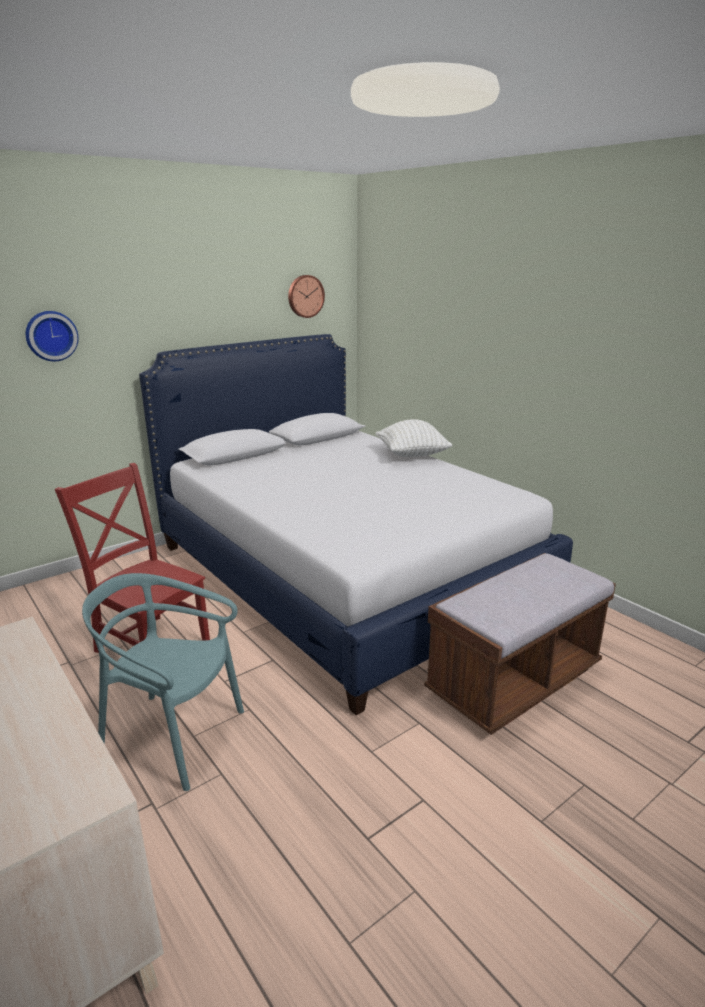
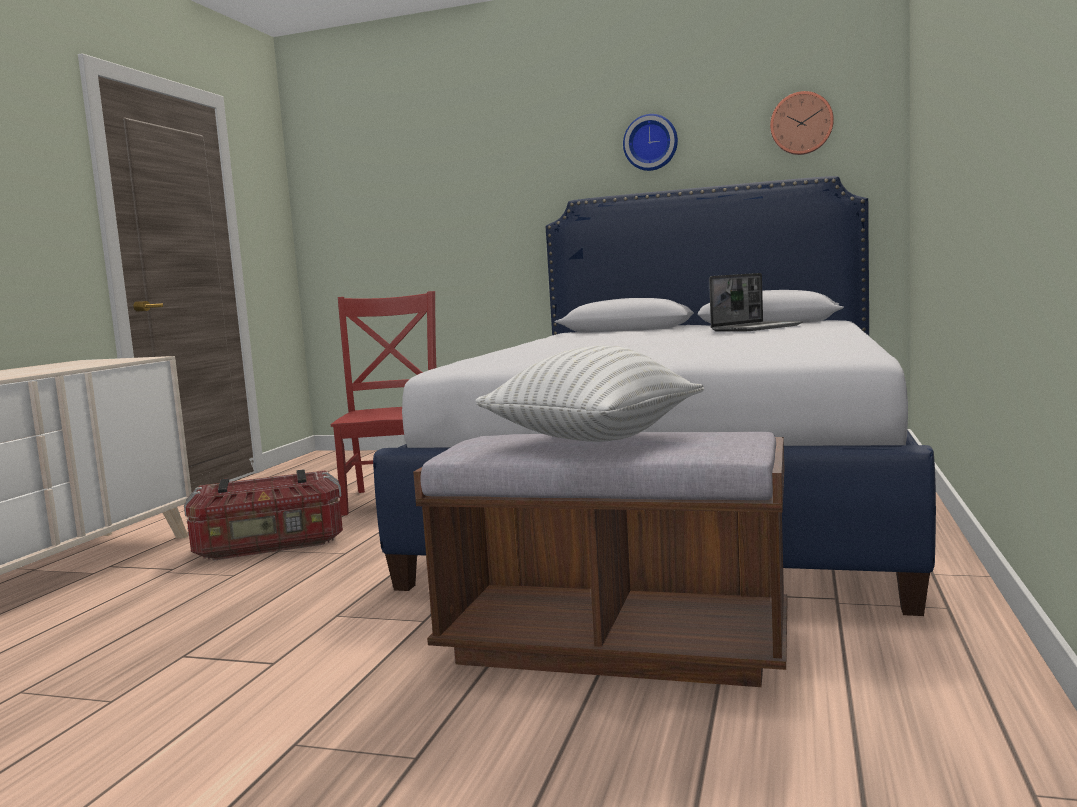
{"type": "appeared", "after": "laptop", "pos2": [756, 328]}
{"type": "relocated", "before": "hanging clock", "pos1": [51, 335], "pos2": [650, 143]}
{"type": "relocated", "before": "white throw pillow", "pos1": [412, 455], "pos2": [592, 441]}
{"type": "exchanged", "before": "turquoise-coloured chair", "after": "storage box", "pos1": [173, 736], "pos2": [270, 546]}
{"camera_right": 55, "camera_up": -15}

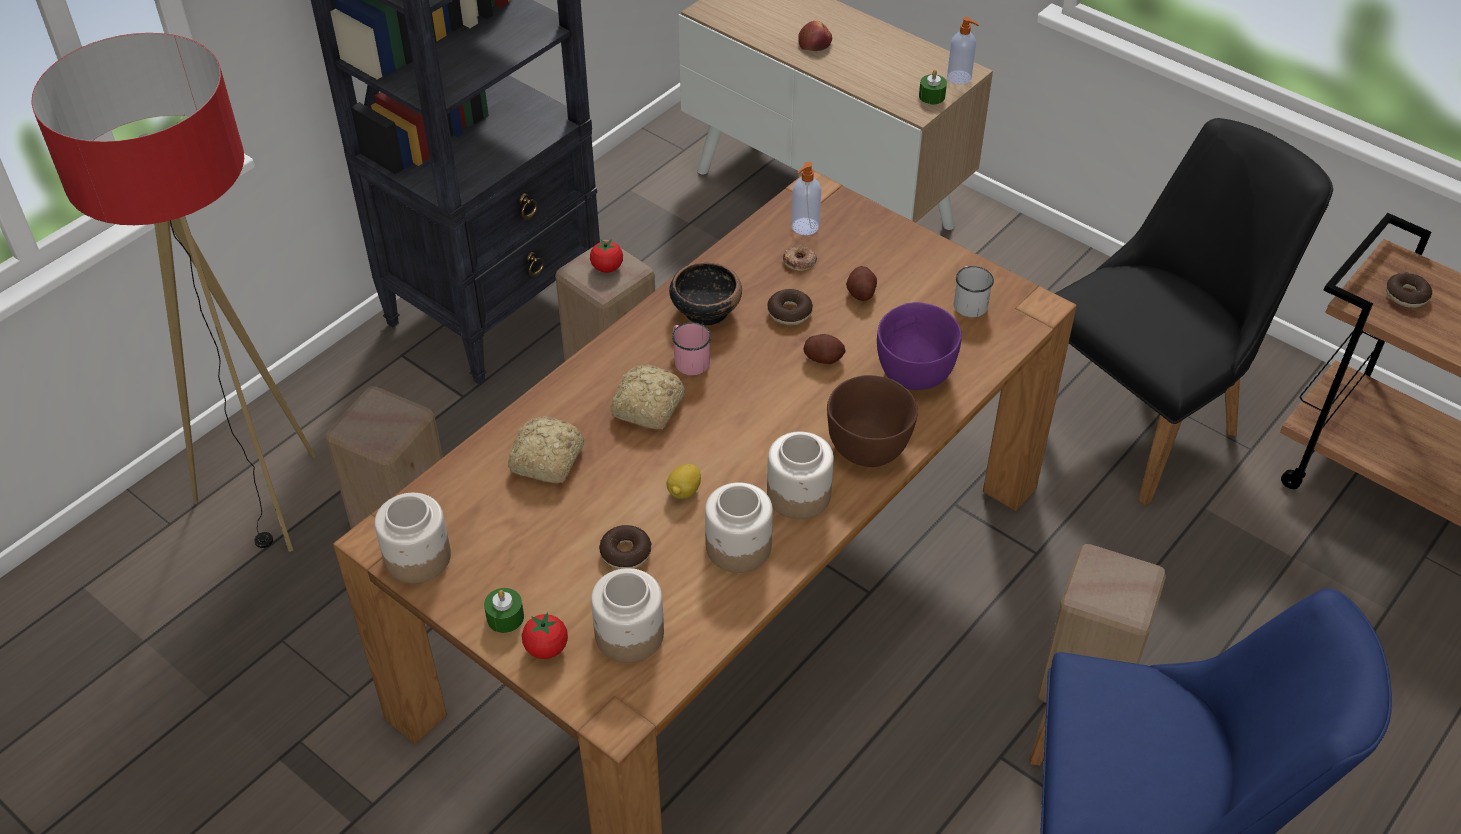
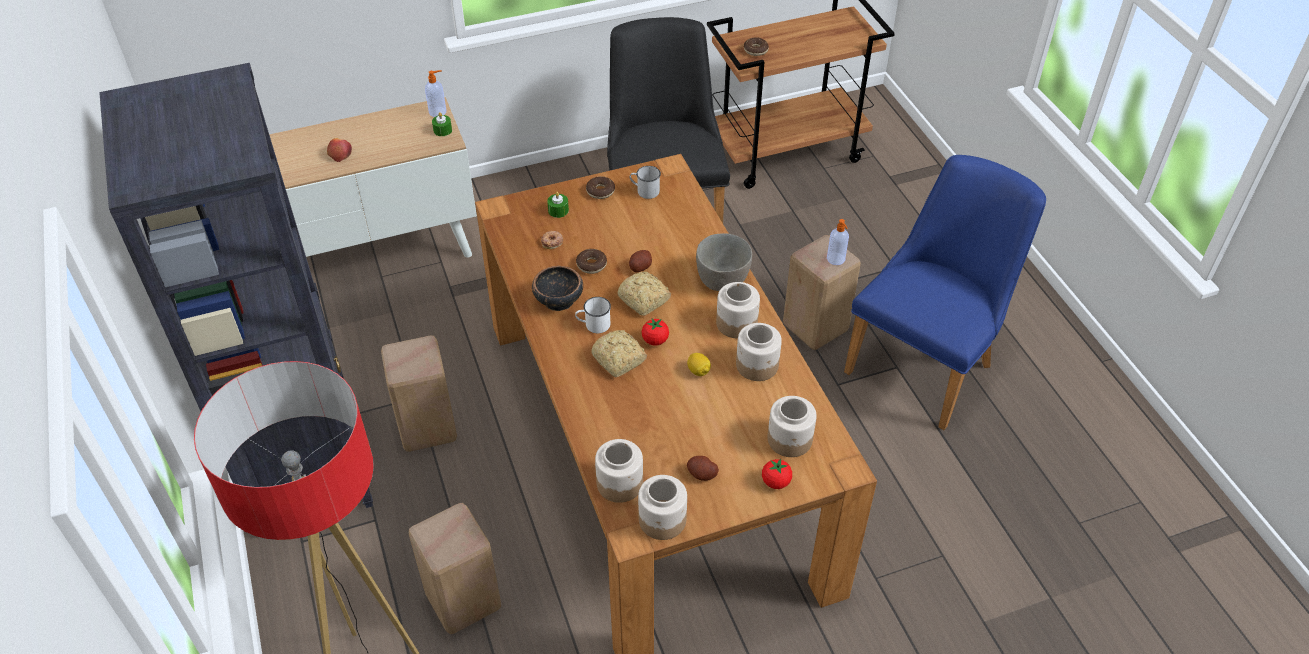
{"type": "missing", "before": "purple-coloured bowl", "pos1": [913, 373]}
{"type": "appeared", "after": "storage jar", "pos2": [620, 483]}
{"type": "relocated", "before": "greenish wax light", "pos1": [505, 617], "pos2": [558, 210]}
{"type": "relocated", "before": "baked bread", "pos1": [545, 461], "pos2": [644, 300]}
{"type": "relocated", "before": "tomato", "pos1": [607, 268], "pos2": [655, 340]}
{"type": "relocated", "before": "doughnut", "pos1": [625, 553], "pos2": [600, 191]}
{"type": "relocated", "before": "soap bottle", "pos1": [804, 227], "pos2": [836, 259]}
{"type": "relocated", "before": "whole potato", "pos1": [861, 293], "pos2": [702, 474]}
{"type": "colour", "before": "pink tea mug", "after": "white tea mug", "pos1": [688, 359], "pos2": [593, 325]}
{"type": "colour", "before": "brown bowl", "after": "greyish bowl", "pos1": [869, 448], "pos2": [723, 280]}
{"camera_right": -60, "camera_up": 0}

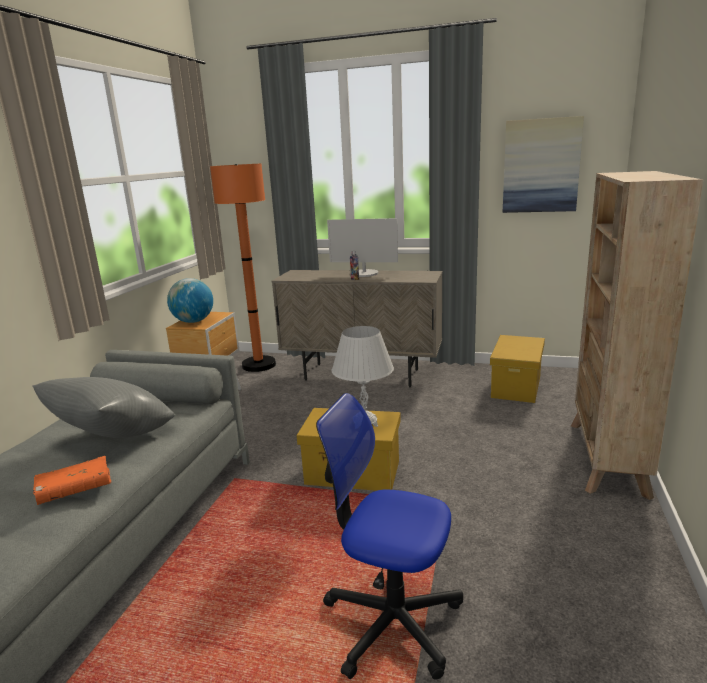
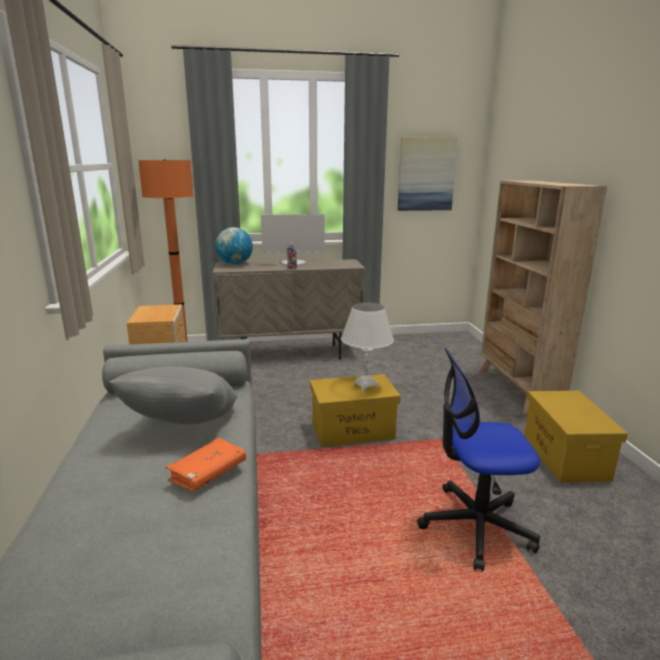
{"type": "relocated", "before": "desk globe", "pos1": [193, 321], "pos2": [235, 264]}
{"type": "relocated", "before": "yellow storage box", "pos1": [516, 387], "pos2": [566, 457]}
{"camera_right": -25, "camera_up": 0}

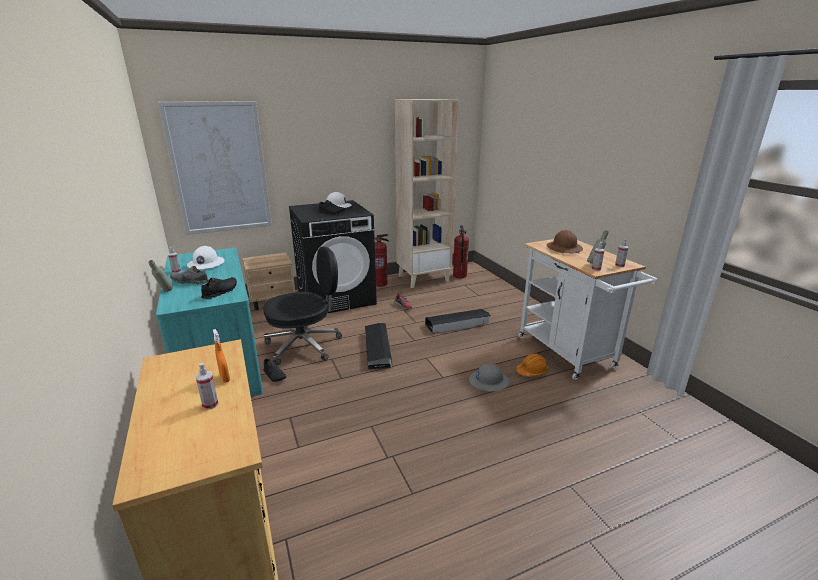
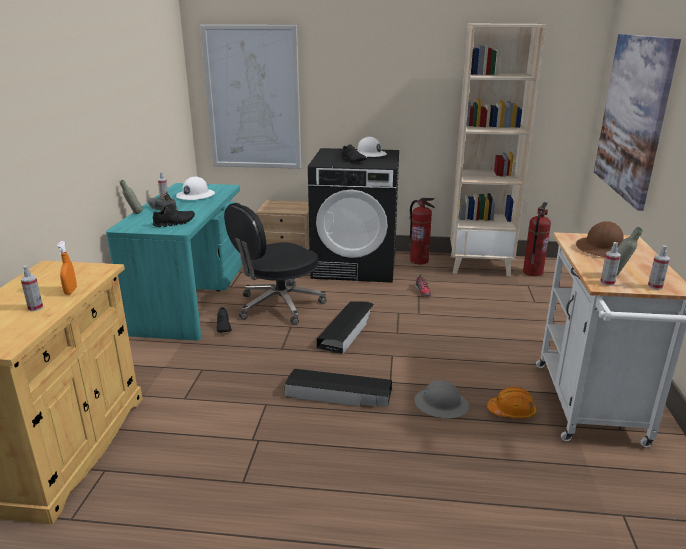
{"type": "appeared", "after": "picture", "pos2": [633, 116]}
{"type": "relocated", "before": "black storage box", "pos1": [458, 324], "pos2": [339, 394]}
{"type": "spun", "before": "black computer chair", "pos1": [305, 345], "pos2": [278, 306], "turn": 135}
{"camera_right": 30, "camera_up": 0}

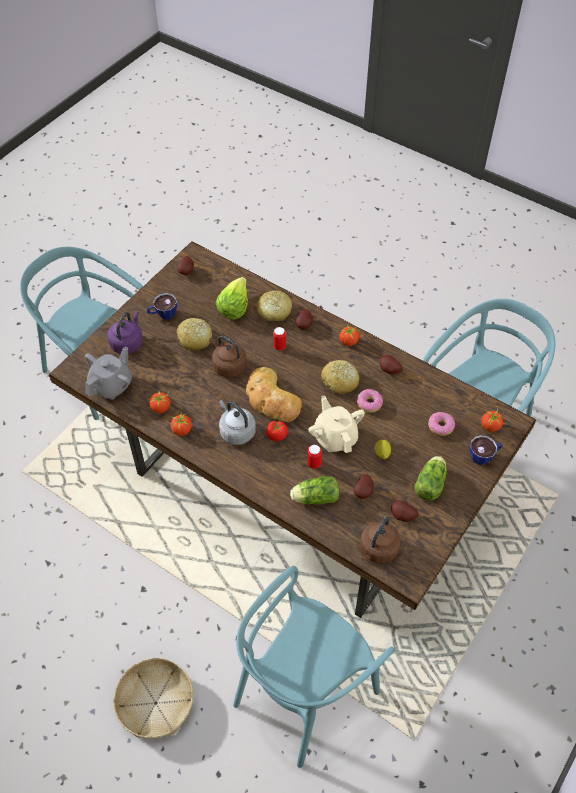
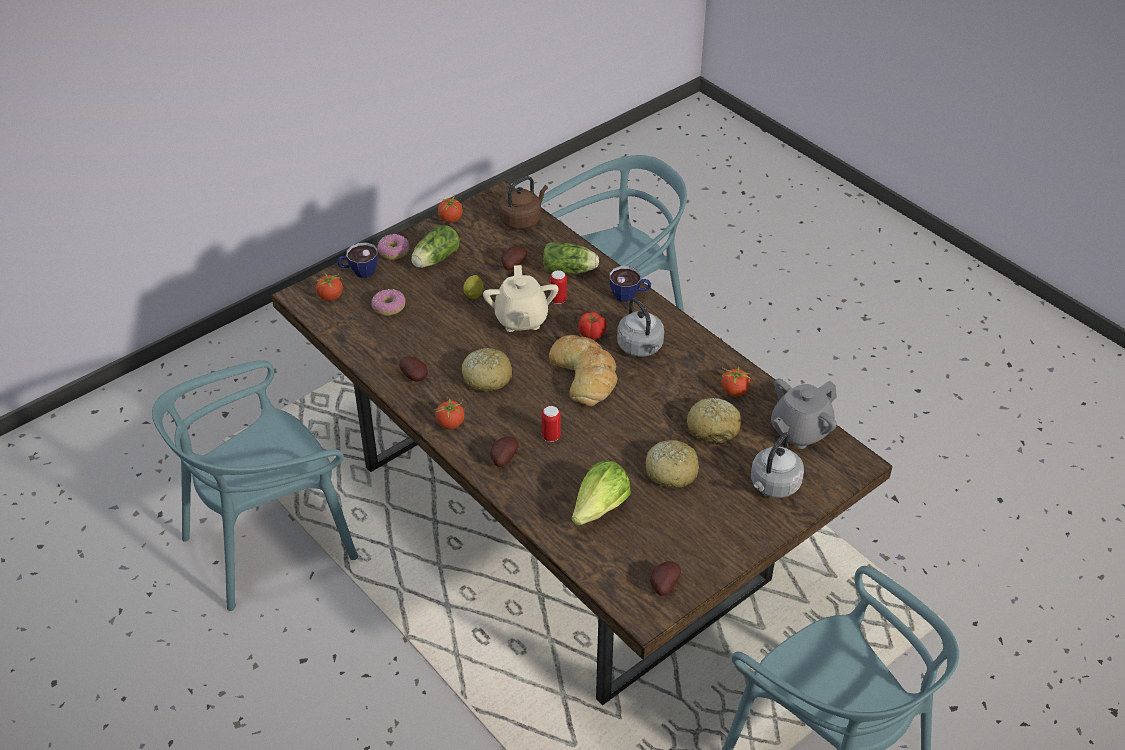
{"type": "missing", "before": "storage basket", "pos1": [155, 703]}
{"type": "missing", "before": "brown tea kettle", "pos1": [228, 366]}
{"type": "missing", "before": "whole potato", "pos1": [402, 516]}
{"type": "relocated", "before": "drinking cup", "pos1": [163, 314], "pos2": [629, 295]}
{"type": "relocated", "before": "tomato", "pos1": [182, 430], "pos2": [450, 219]}
{"type": "relocated", "before": "baked bread", "pos1": [274, 311], "pos2": [713, 428]}
{"type": "relocated", "before": "doughnut", "pos1": [369, 404], "pos2": [393, 251]}
{"type": "colour", "before": "purple-coloured tea kettle", "after": "greyish tea kettle", "pos1": [127, 342], "pos2": [773, 486]}
{"camera_right": -165, "camera_up": -10}

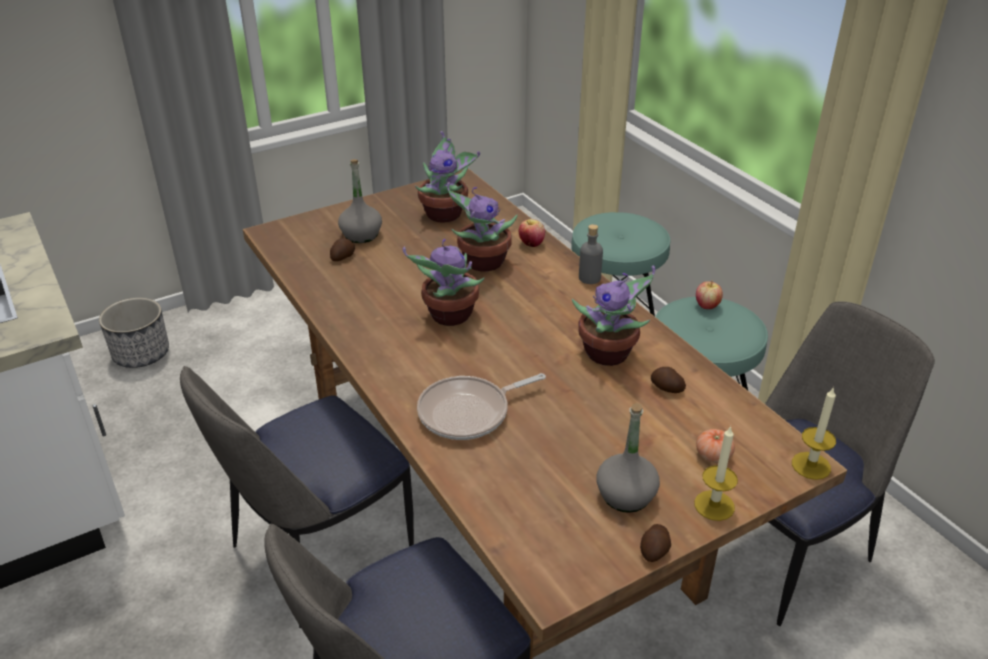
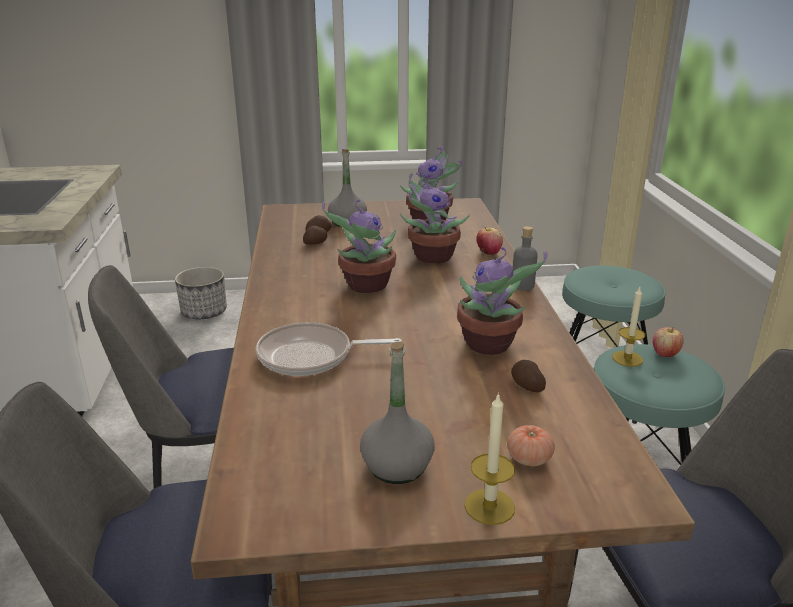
{"type": "relocated", "before": "whole potato", "pos1": [655, 550], "pos2": [316, 243]}
{"type": "relocated", "before": "wax light", "pos1": [811, 465], "pos2": [627, 358]}
{"camera_right": 25, "camera_up": -10}

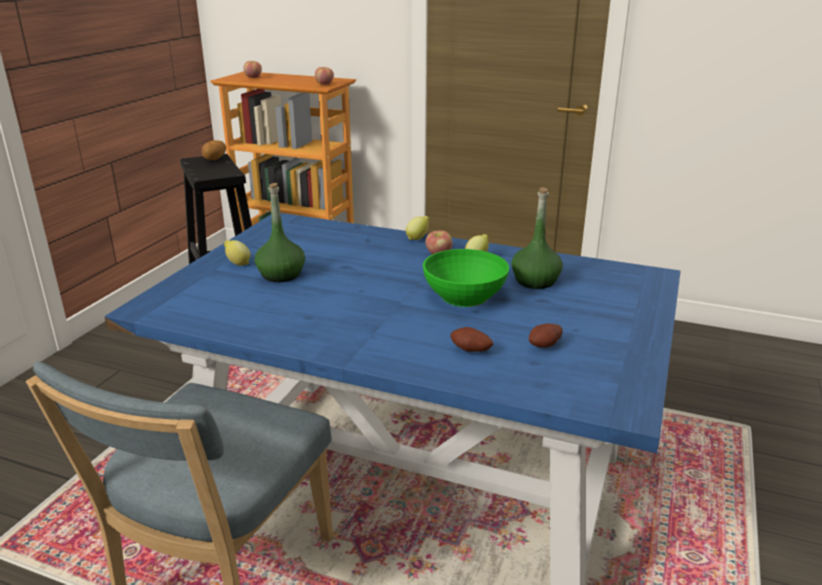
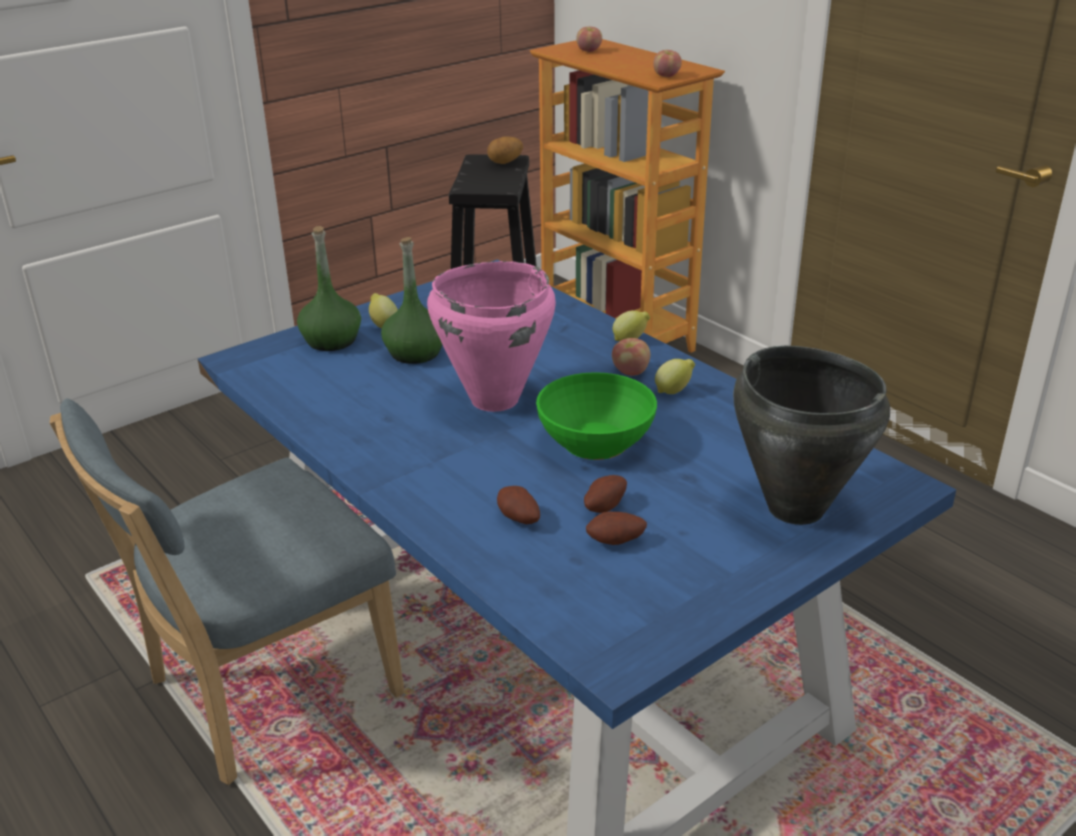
{"type": "appeared", "after": "pink saucepot", "pos2": [493, 399]}
{"type": "appeared", "after": "whole potato", "pos2": [603, 506]}
{"type": "appeared", "after": "black saucepot", "pos2": [795, 507]}
{"type": "relocated", "before": "greenish bottle", "pos1": [535, 281], "pos2": [332, 341]}
{"camera_right": 30, "camera_up": 5}

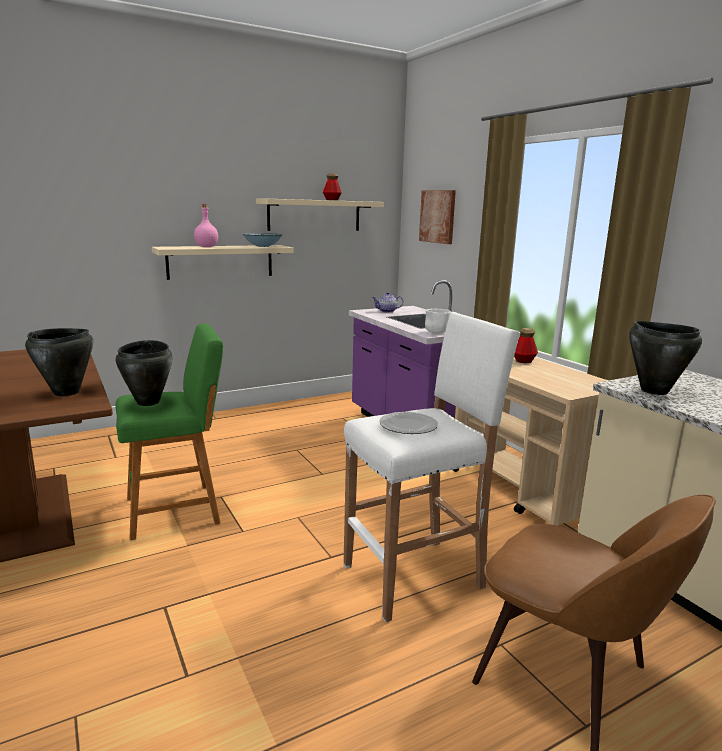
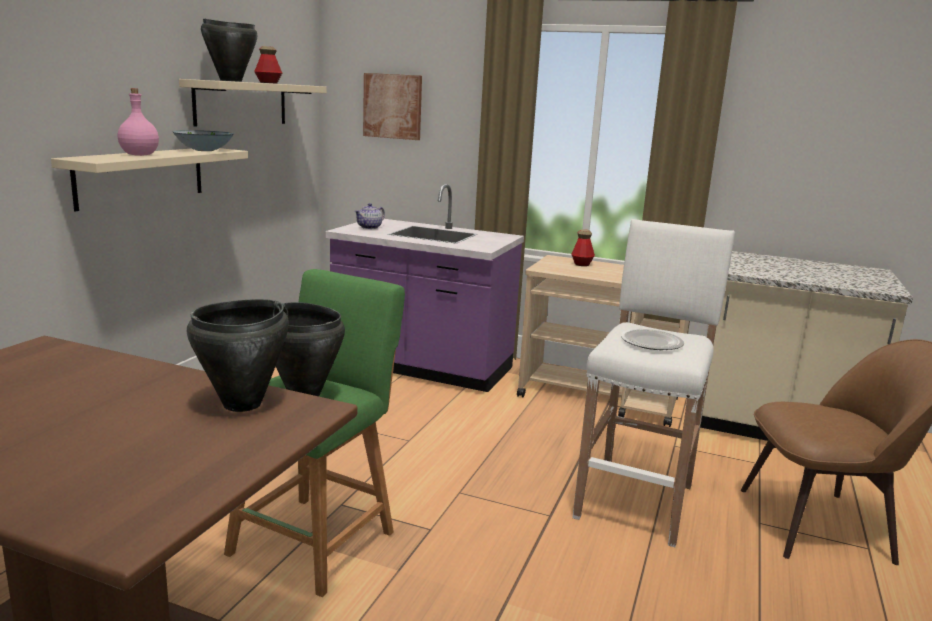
{"type": "missing", "before": "white bowl", "pos1": [437, 332]}
{"type": "relocated", "before": "black saucepot", "pos1": [653, 391], "pos2": [230, 81]}
{"camera_right": -40, "camera_up": 0}

